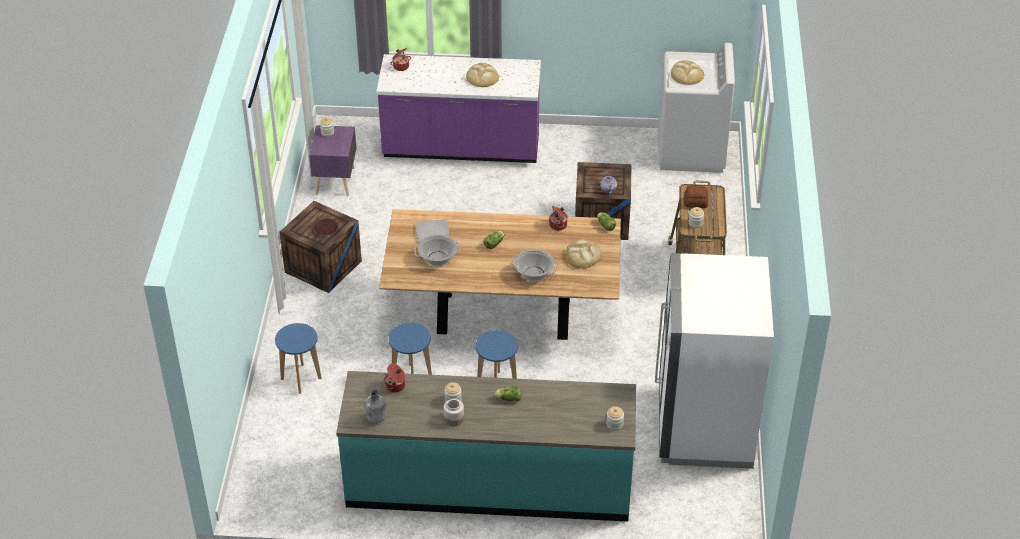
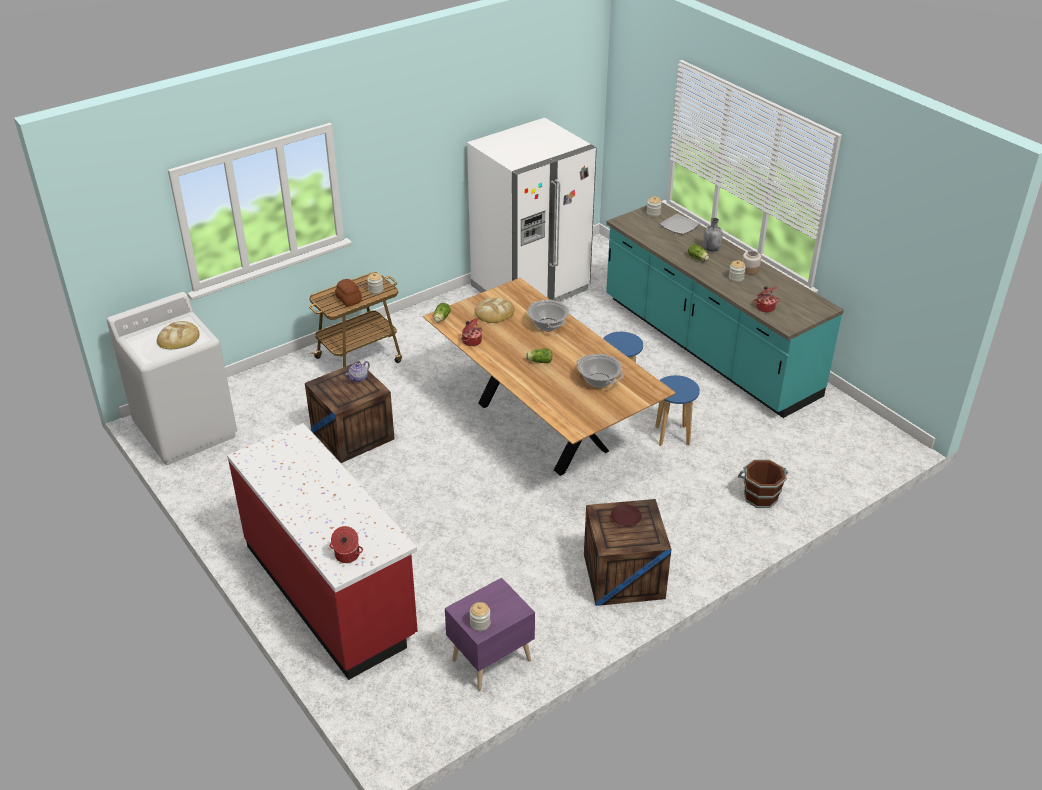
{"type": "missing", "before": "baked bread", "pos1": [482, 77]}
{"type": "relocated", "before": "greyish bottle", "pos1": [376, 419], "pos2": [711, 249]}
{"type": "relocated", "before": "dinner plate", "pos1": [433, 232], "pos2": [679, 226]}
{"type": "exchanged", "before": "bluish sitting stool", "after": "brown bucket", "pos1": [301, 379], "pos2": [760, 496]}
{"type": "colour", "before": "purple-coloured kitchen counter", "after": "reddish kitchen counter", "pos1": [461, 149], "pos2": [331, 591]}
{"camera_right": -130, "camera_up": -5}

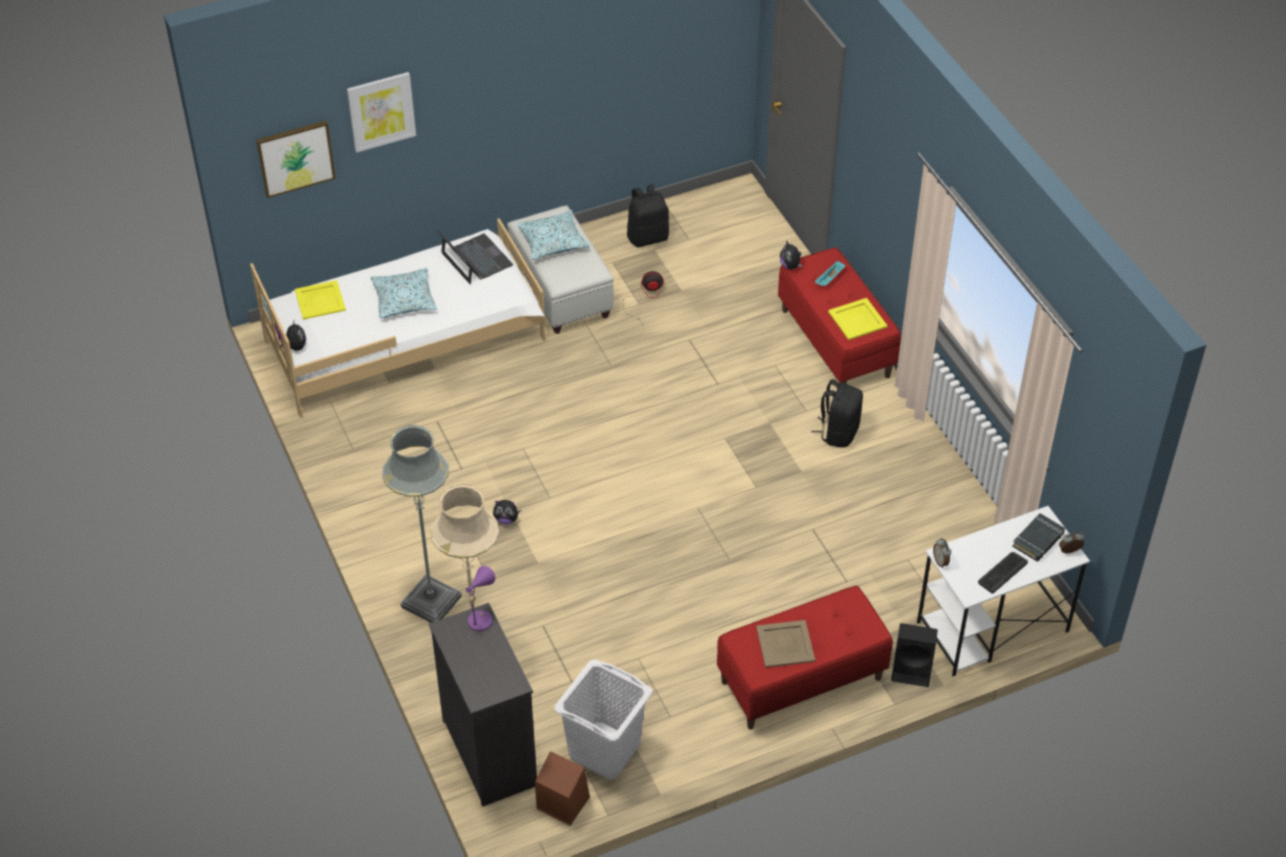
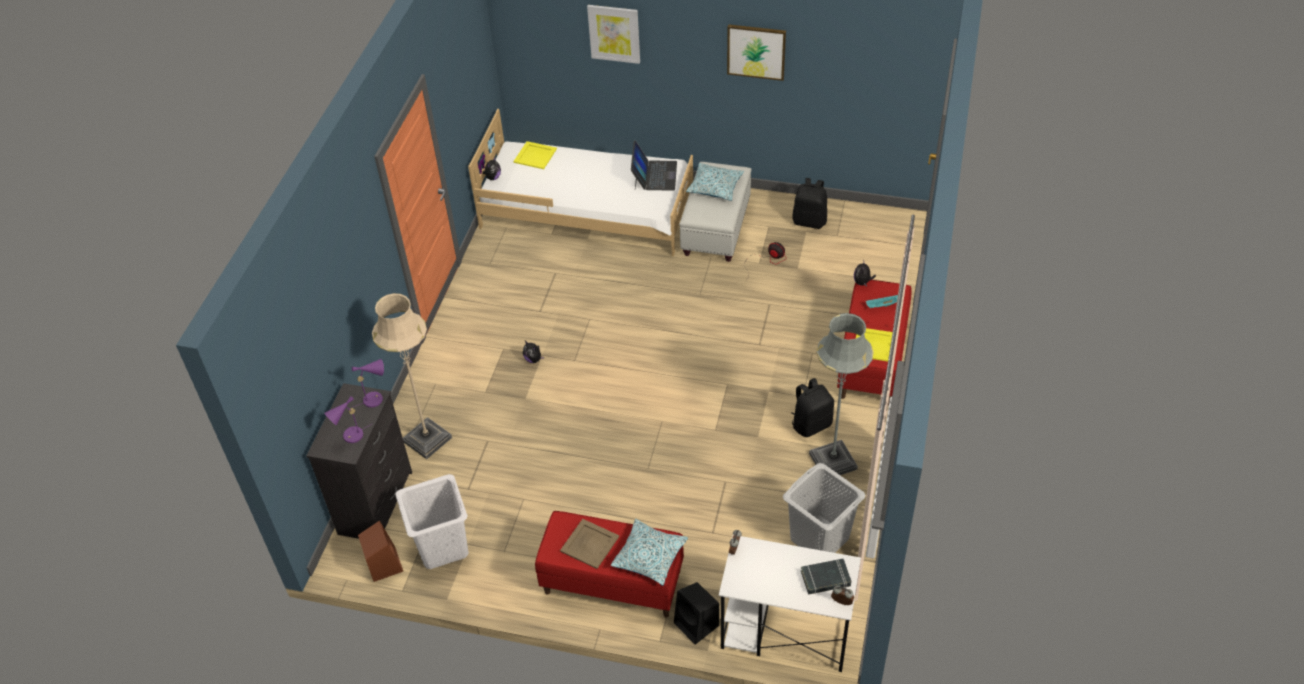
{"type": "missing", "before": "PC keyboard", "pos1": [1002, 572]}
{"type": "appeared", "after": "purple-coloured tabletop lamp", "pos2": [350, 437]}
{"type": "appeared", "after": "greyish washing basket", "pos2": [819, 539]}
{"type": "relocated", "before": "picture", "pos1": [295, 158], "pos2": [756, 51]}
{"type": "relocated", "before": "throw pillow", "pos1": [404, 299], "pos2": [649, 556]}
{"type": "relocated", "before": "greyish floor lamp", "pos1": [431, 601], "pos2": [833, 461]}
{"camera_right": 40, "camera_up": 0}

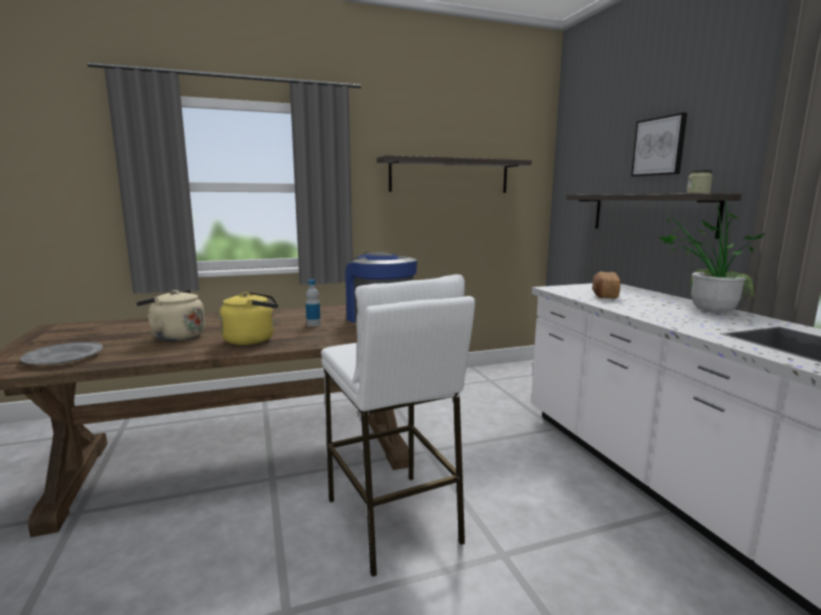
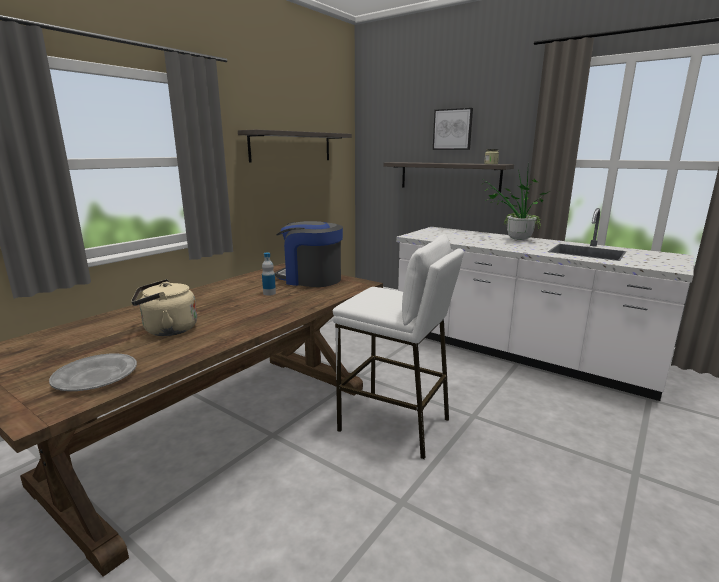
{"type": "missing", "before": "yellow tea kettle", "pos1": [252, 339]}
{"type": "missing", "before": "baked bread", "pos1": [604, 295]}
{"camera_right": -35, "camera_up": 5}

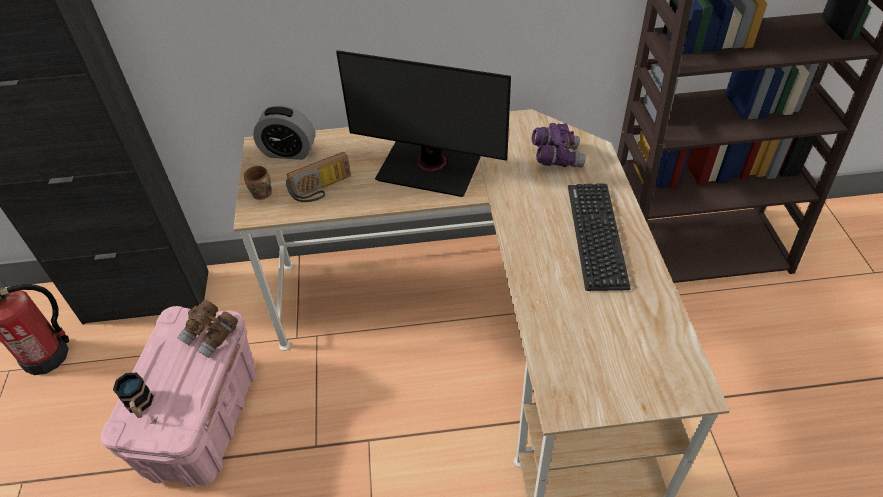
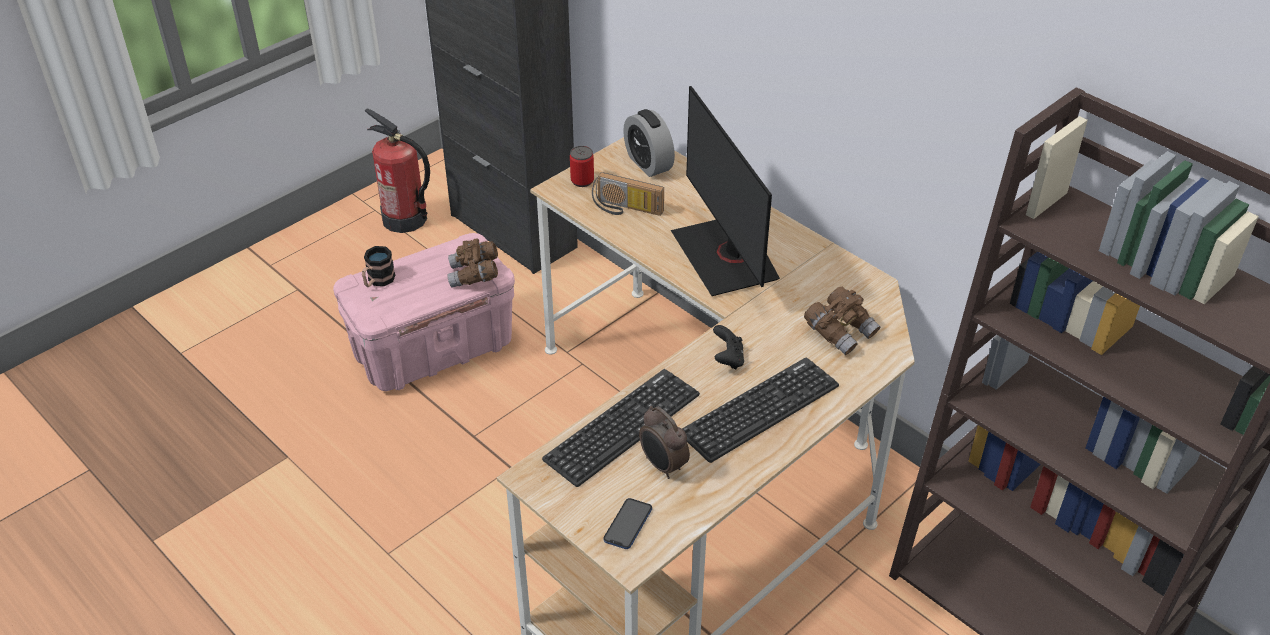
{"type": "appeared", "after": "PC keyboard", "pos2": [622, 427]}
{"type": "appeared", "after": "handset", "pos2": [628, 525]}
{"type": "appeared", "after": "bedside clock", "pos2": [662, 466]}
{"type": "appeared", "after": "black game controller", "pos2": [728, 359]}
{"type": "exchanged", "before": "brown tea mug", "after": "metal can", "pos1": [262, 195], "pos2": [582, 181]}
{"type": "colour", "before": "purple-coloured pair of binoculars", "after": "brown pair of binoculars", "pos1": [556, 158], "pos2": [840, 332]}
{"camera_right": 50, "camera_up": -5}

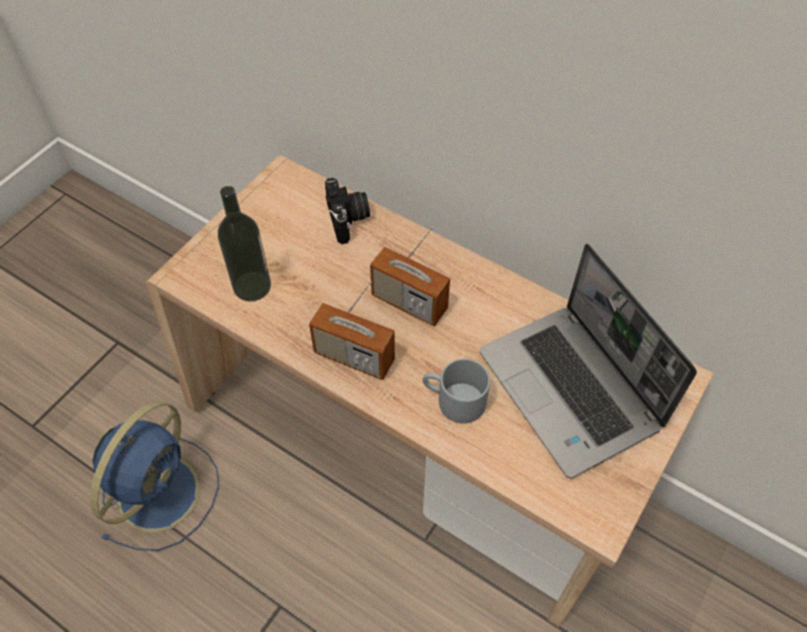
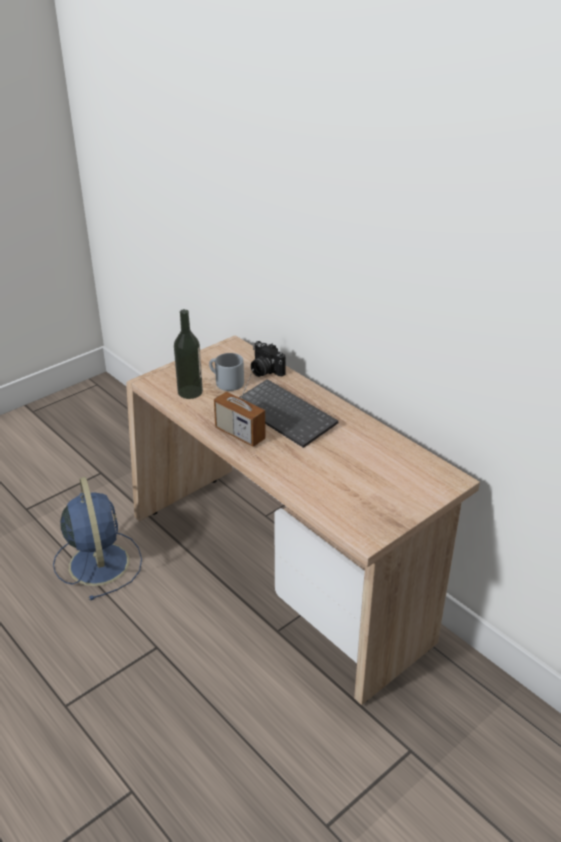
{"type": "missing", "before": "laptop", "pos1": [571, 391]}
{"type": "relocated", "before": "greyish tea mug", "pos1": [453, 400], "pos2": [225, 382]}
{"type": "exchanged", "before": "radio set", "after": "PC keyboard", "pos1": [409, 302], "pos2": [286, 415]}
{"type": "spun", "before": "bluish fan", "pos1": [161, 490], "pos2": [98, 562], "turn": -60}
{"type": "spun", "before": "still camera", "pos1": [348, 219], "pos2": [264, 370], "turn": 135}
{"camera_right": 15, "camera_up": -20}

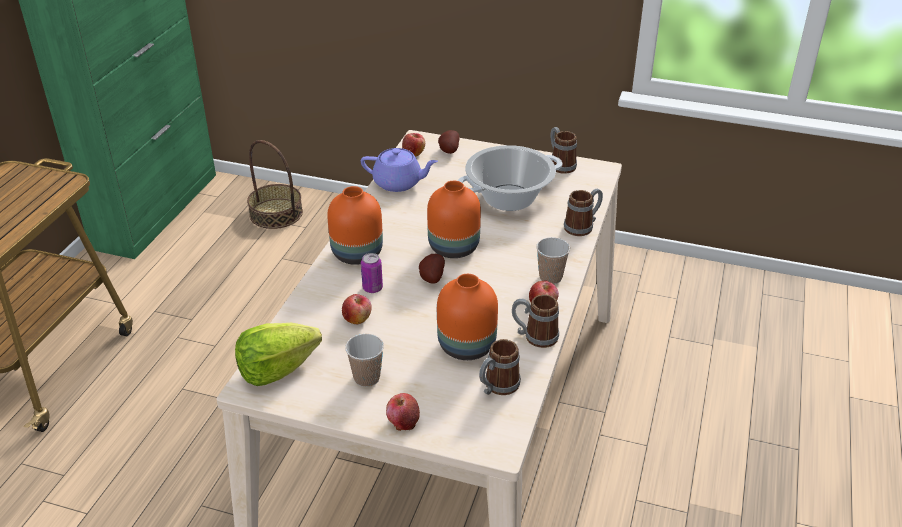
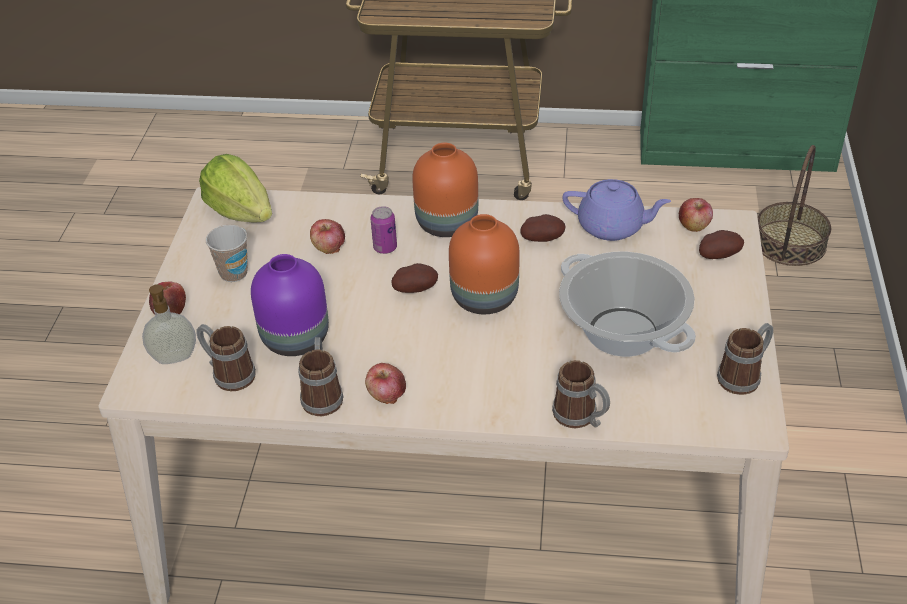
{"type": "missing", "before": "drinking cup", "pos1": [550, 277]}
{"type": "appeared", "after": "soap bottle", "pos2": [174, 358]}
{"type": "appeared", "after": "whole potato", "pos2": [542, 239]}
{"type": "colour", "before": "orangey vase", "after": "purple-coloured vase", "pos1": [466, 347], "pos2": [293, 339]}
{"type": "spun", "before": "purple-coloured pot for tea", "pos1": [398, 183], "pos2": [612, 226], "turn": -75}
{"camera_right": 80, "camera_up": 5}

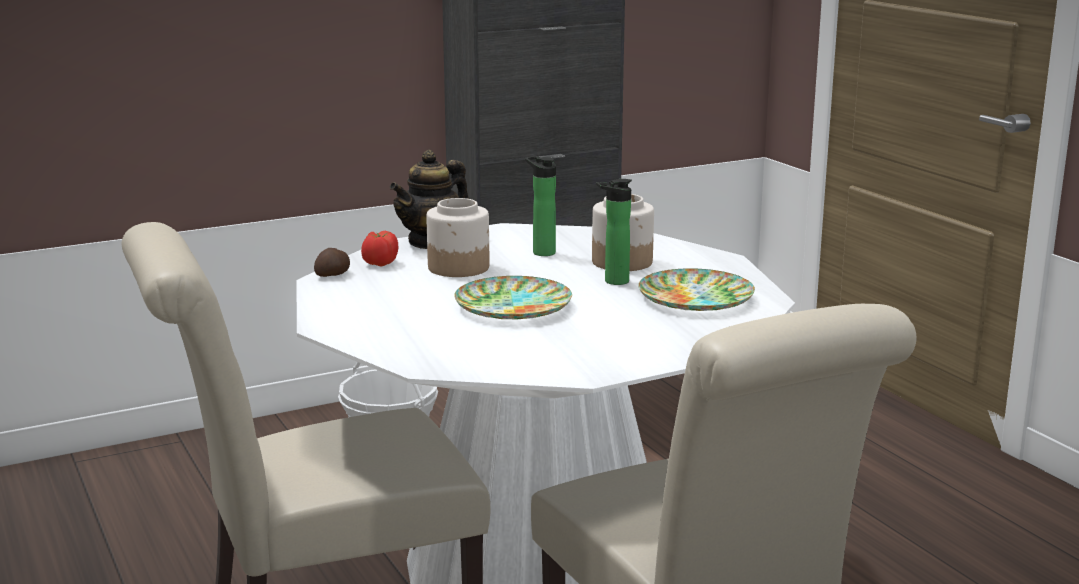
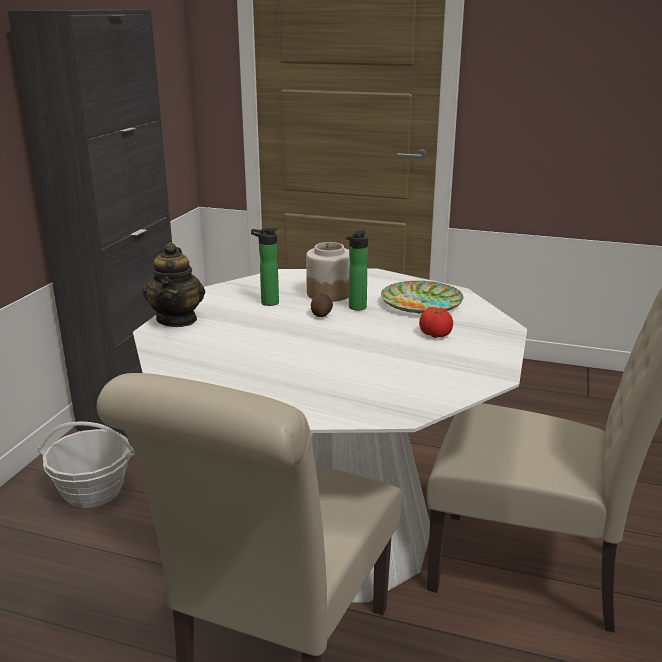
{"type": "missing", "before": "storage jar", "pos1": [459, 268]}
{"type": "missing", "before": "dinner plate", "pos1": [512, 306]}
{"type": "relocated", "before": "whole potato", "pos1": [333, 275], "pos2": [321, 314]}
{"type": "relocated", "before": "tomato", "pos1": [379, 263], "pos2": [435, 335]}
{"camera_right": -45, "camera_up": 5}

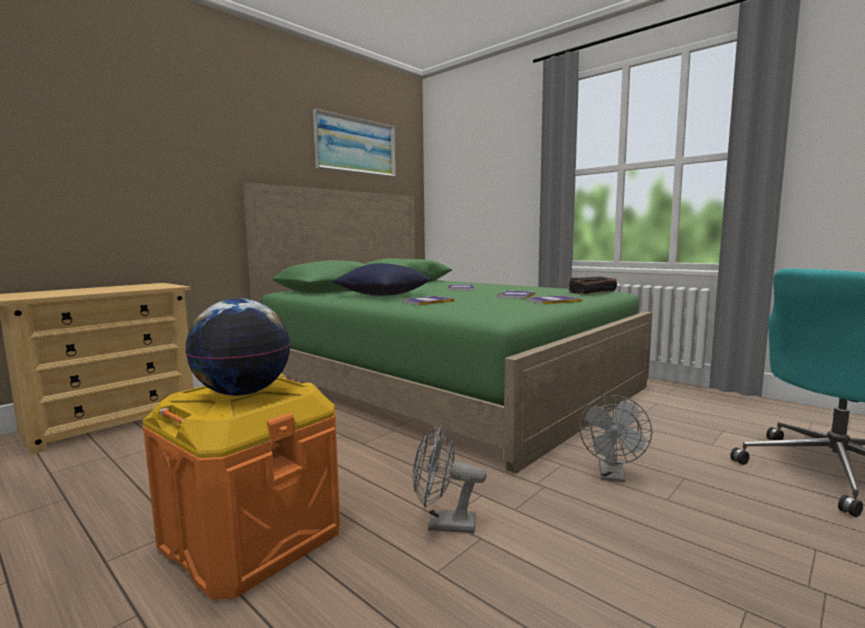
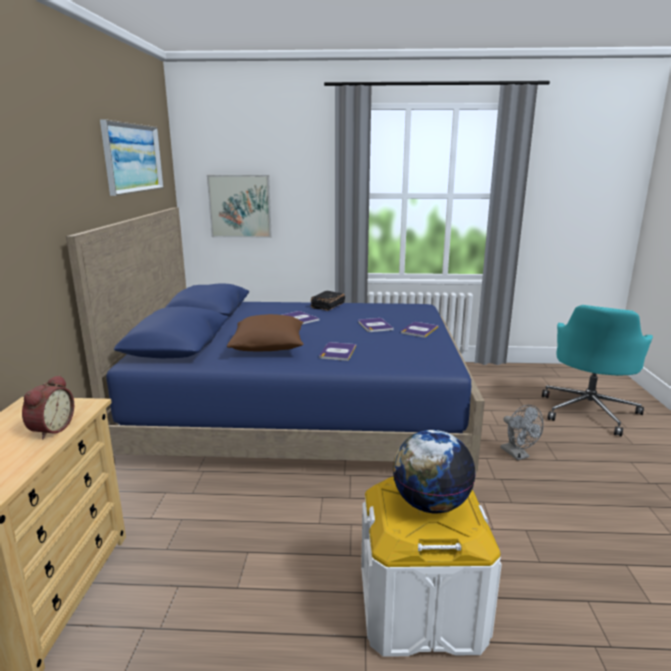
{"type": "missing", "before": "greyish fan", "pos1": [443, 525]}
{"type": "appeared", "after": "bedside clock", "pos2": [50, 429]}
{"type": "appeared", "after": "picture", "pos2": [240, 206]}
{"type": "relocated", "before": "black volume", "pos1": [591, 293], "pos2": [327, 306]}
{"type": "colour", "before": "orangey storage box", "after": "white storage box", "pos1": [251, 538], "pos2": [420, 608]}
{"type": "colour", "before": "greenish bedroom bed", "after": "bluish bedroom bed", "pos1": [443, 381], "pos2": [302, 410]}
{"type": "colour", "before": "bluish throw pillow", "after": "brown throw pillow", "pos1": [383, 295], "pos2": [269, 348]}
{"camera_right": -40, "camera_up": 10}

